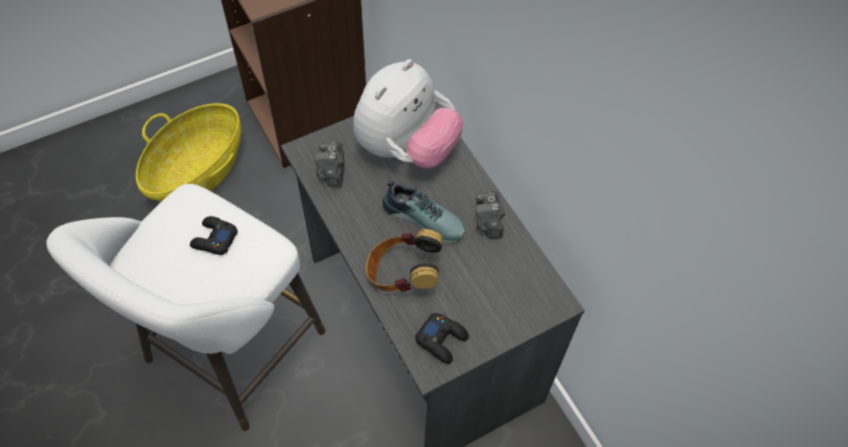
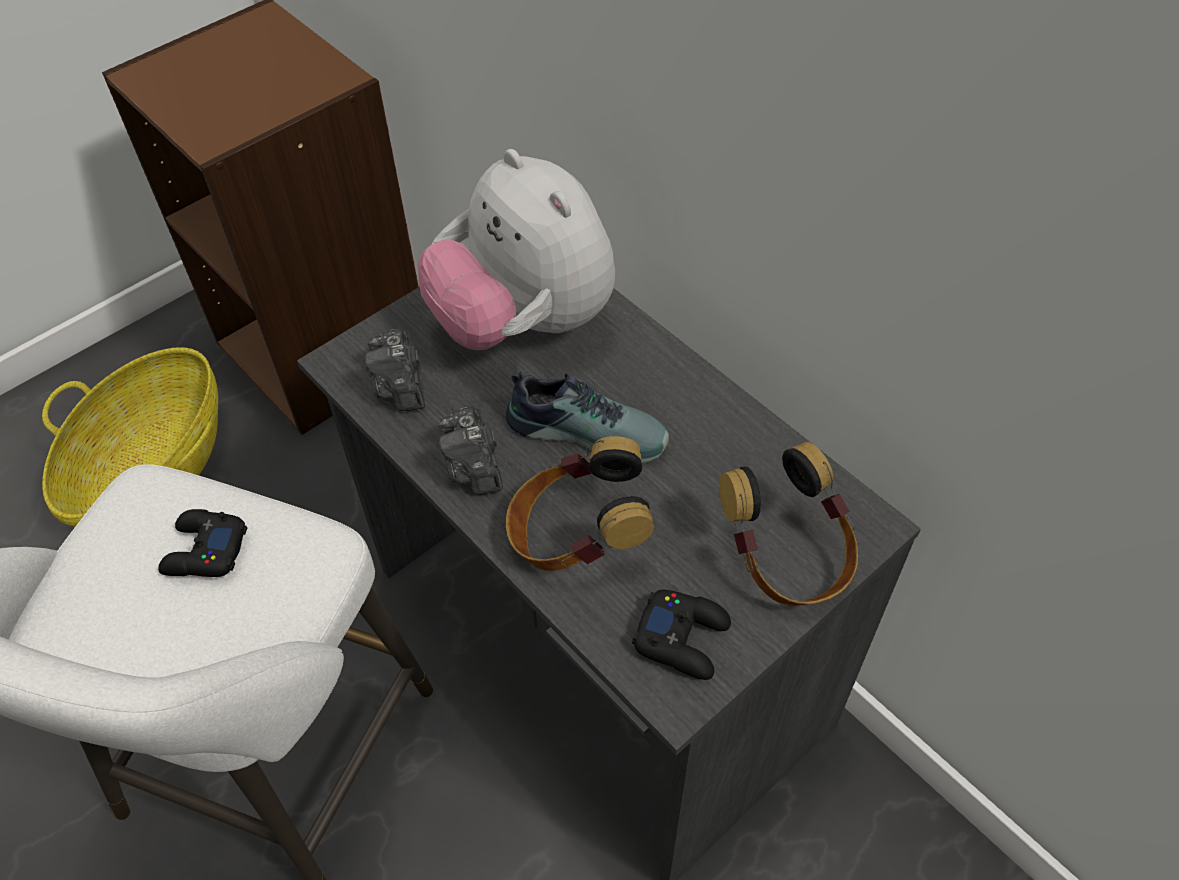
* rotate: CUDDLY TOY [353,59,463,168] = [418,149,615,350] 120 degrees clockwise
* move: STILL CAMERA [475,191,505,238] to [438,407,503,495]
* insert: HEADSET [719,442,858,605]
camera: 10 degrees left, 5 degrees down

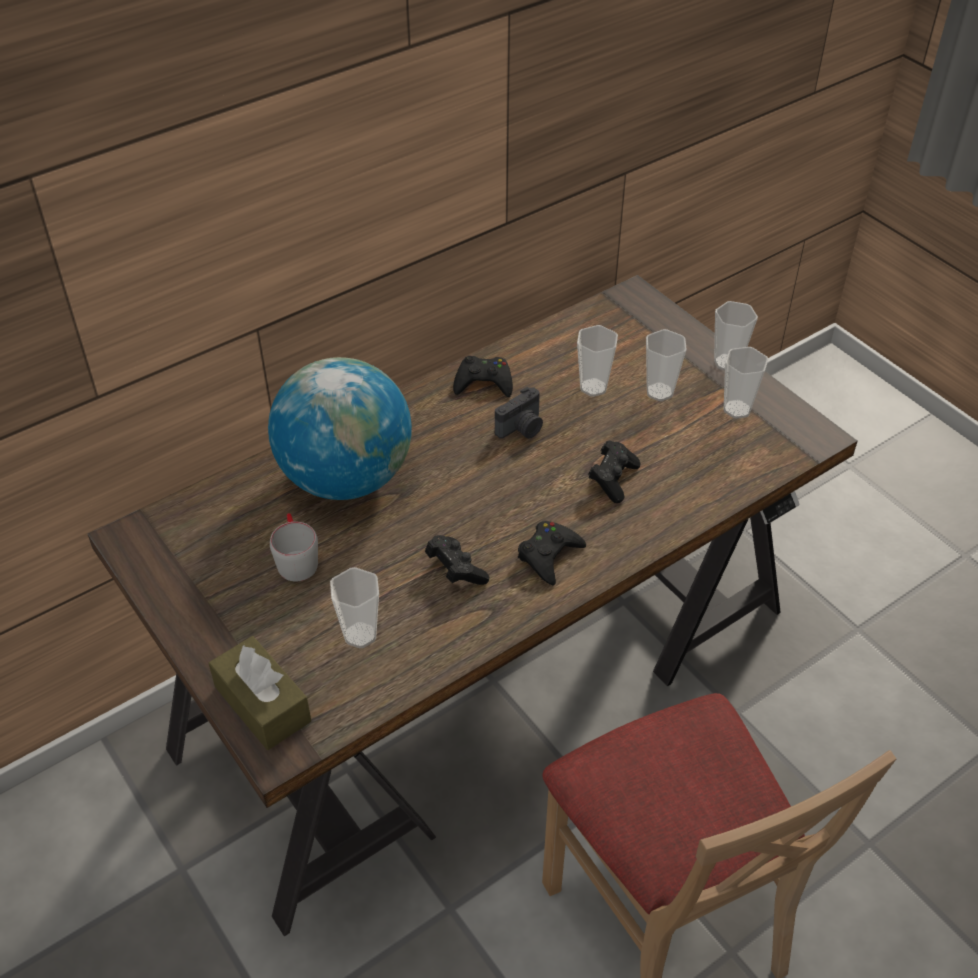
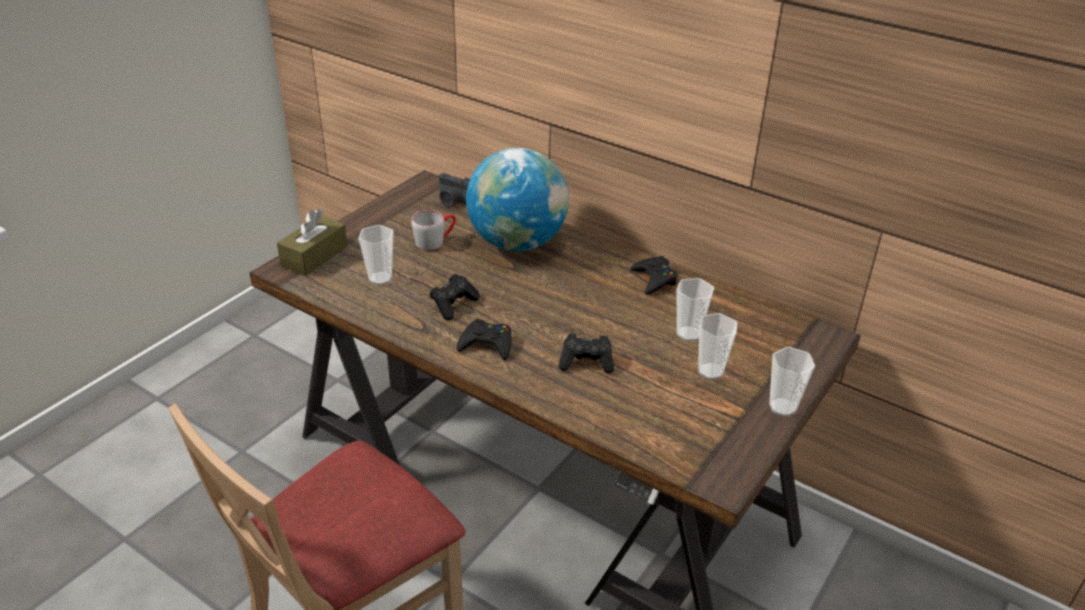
* move: STILL CAMERA [495,387,543,439] to [439,173,470,207]
* delete: CUP [724,347,768,419]
camera: 70 degrees right, 10 degrees down

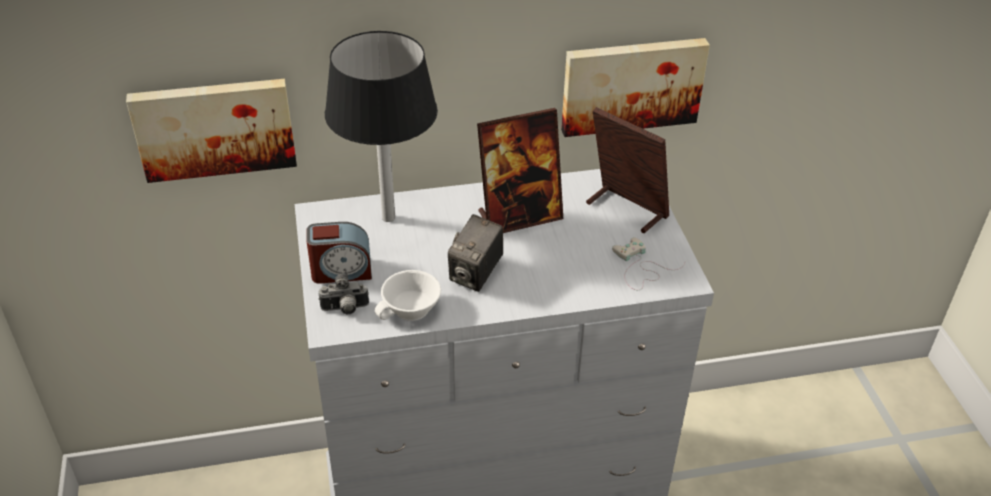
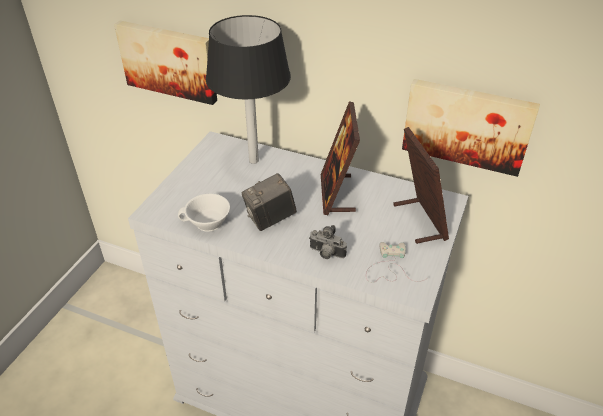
* move: STILL CAMERA [318,271,369,314] to [309,225,347,259]
* rotate: STANDING FRAME [477,108,563,233] = [321,101,360,215] 75 degrees clockwise
* delete: TABLE CLOCK [306,222,372,284]
camera: 35 degrees right, 0 degrees up

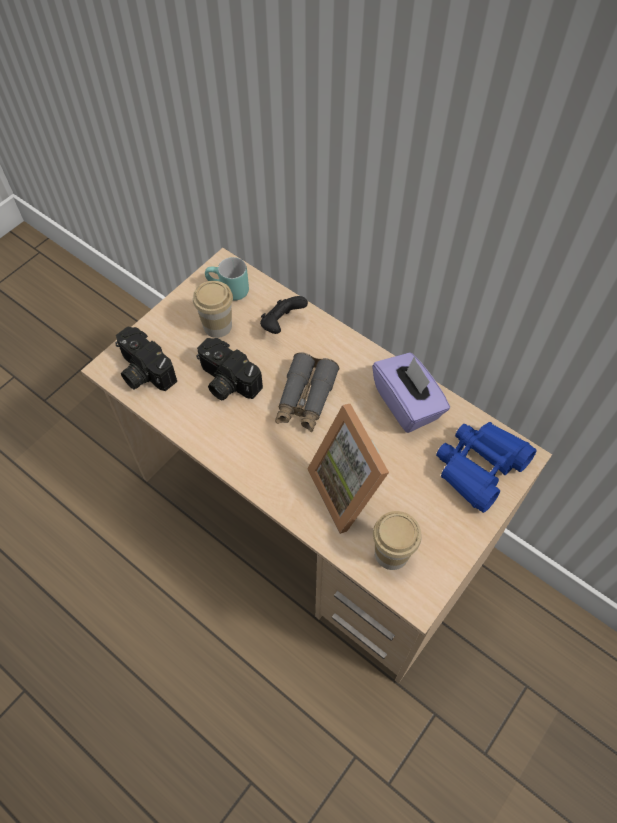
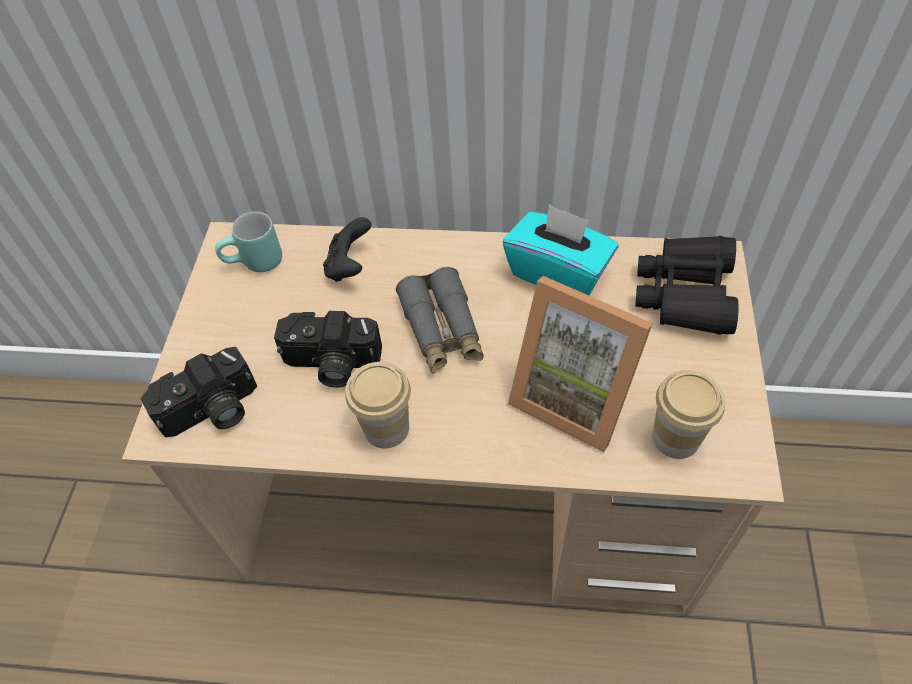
* rotate: STILL CAMERA [115,326,177,391] = [140,347,257,437] 45 degrees counterclockwise
* move: CUP [193,281,233,338] to [345,362,411,449]
* recolor: PURPLE-COLOURED TISSUE HOLDER [372,352,450,433] to BLUE-GREEN TISSUE HOLDER [503,204,618,295]
* recolor: BLUISH FIELD GLASSES [436,422,537,513] to BLACK-COLOURED FIELD GLASSES [636,236,739,335]
camera: 30 degrees left, 5 degrees down

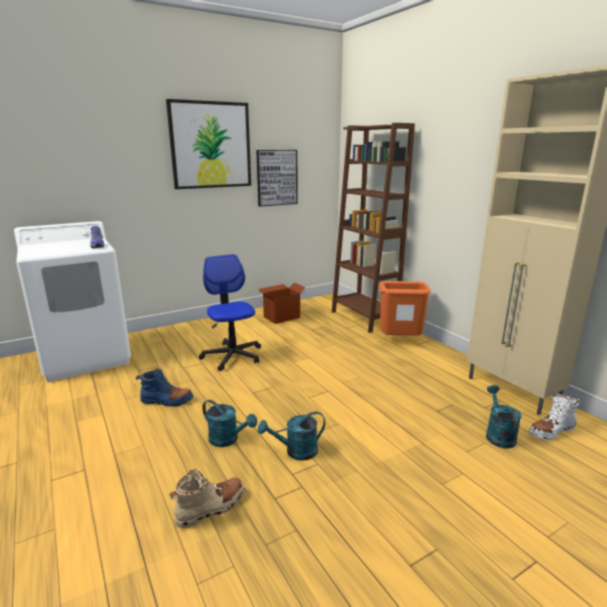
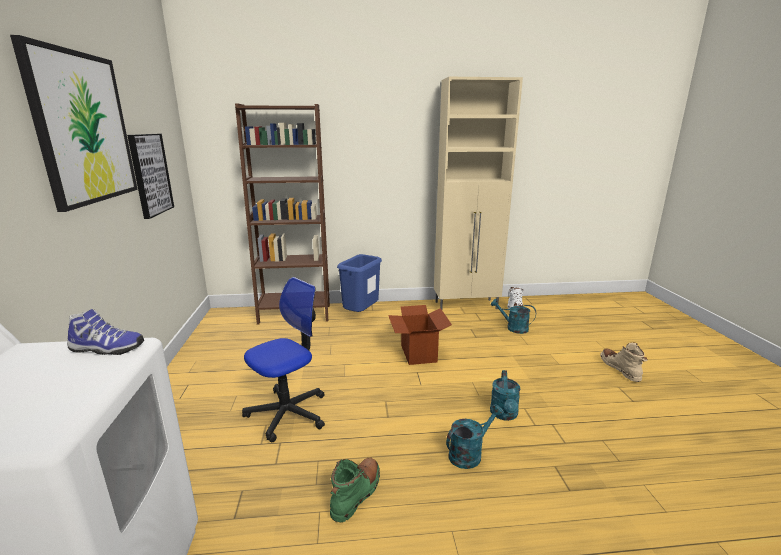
* rotate: COMPUTER CHAIR [199,254,261,371] = [242,277,325,442] 135 degrees clockwise
* recolor: BLUISH BOOT [136,368,193,407] to GREENISH BOOT [330,458,380,522]
* recolor: ORANGE-COLOURED RUBBISH BIN [379,281,431,336] to BLUISH RUBBISH BIN [337,254,382,312]
* move: PACKING BOX [258,282,306,324] to [388,305,452,365]
* move: BEIGE-COLOURED BOOT [169,469,245,529] to [600,342,648,382]
camera: 65 degrees left, 0 degrees up

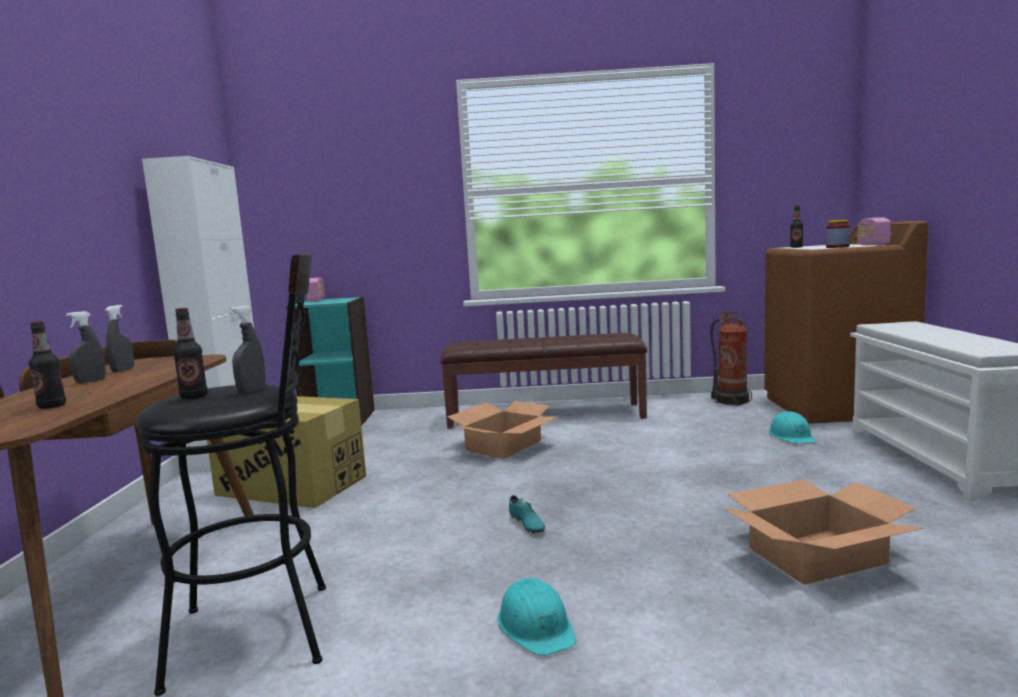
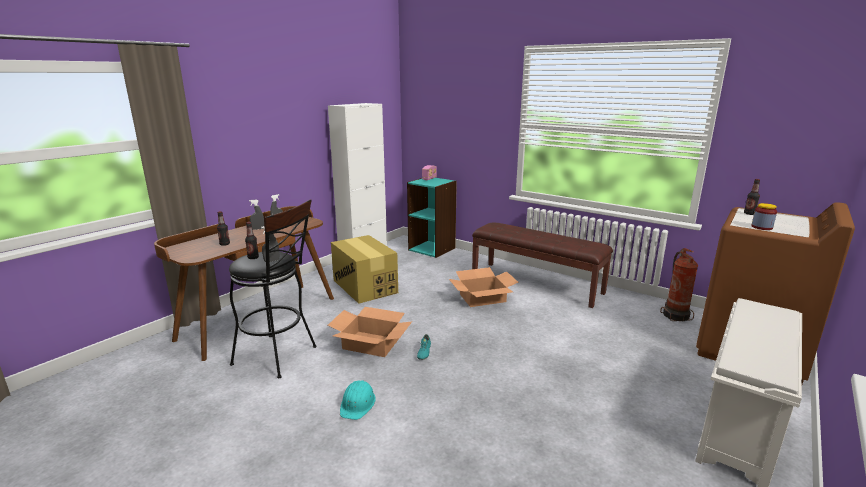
* move: PACKING BOX [723,479,924,585] to [328,307,412,357]
* delete: BLUE-GREEN HARD HAT [768,411,816,444]
* delete: RADIO SET [857,217,891,246]
camera: 35 degrees right, 10 degrees up

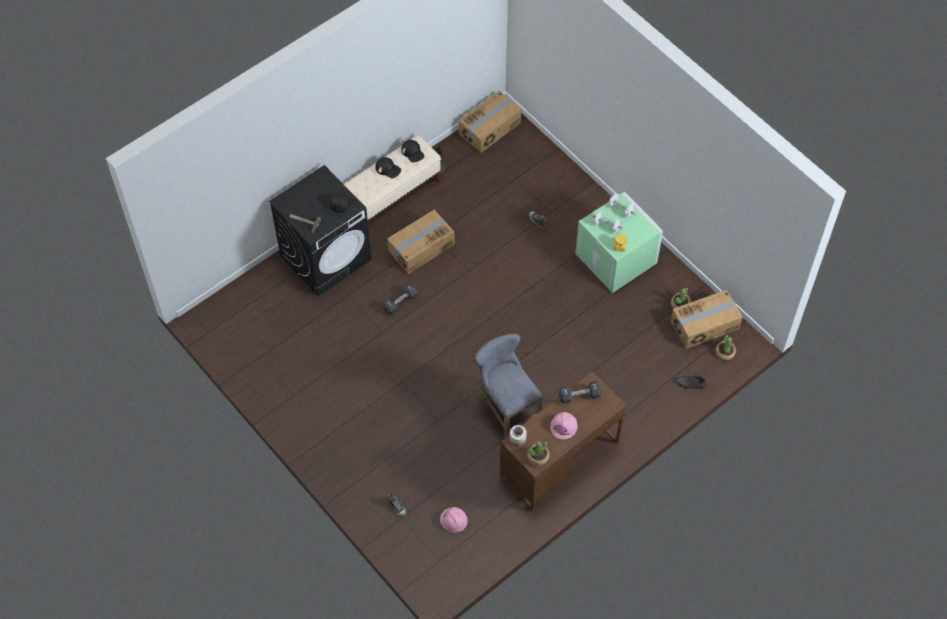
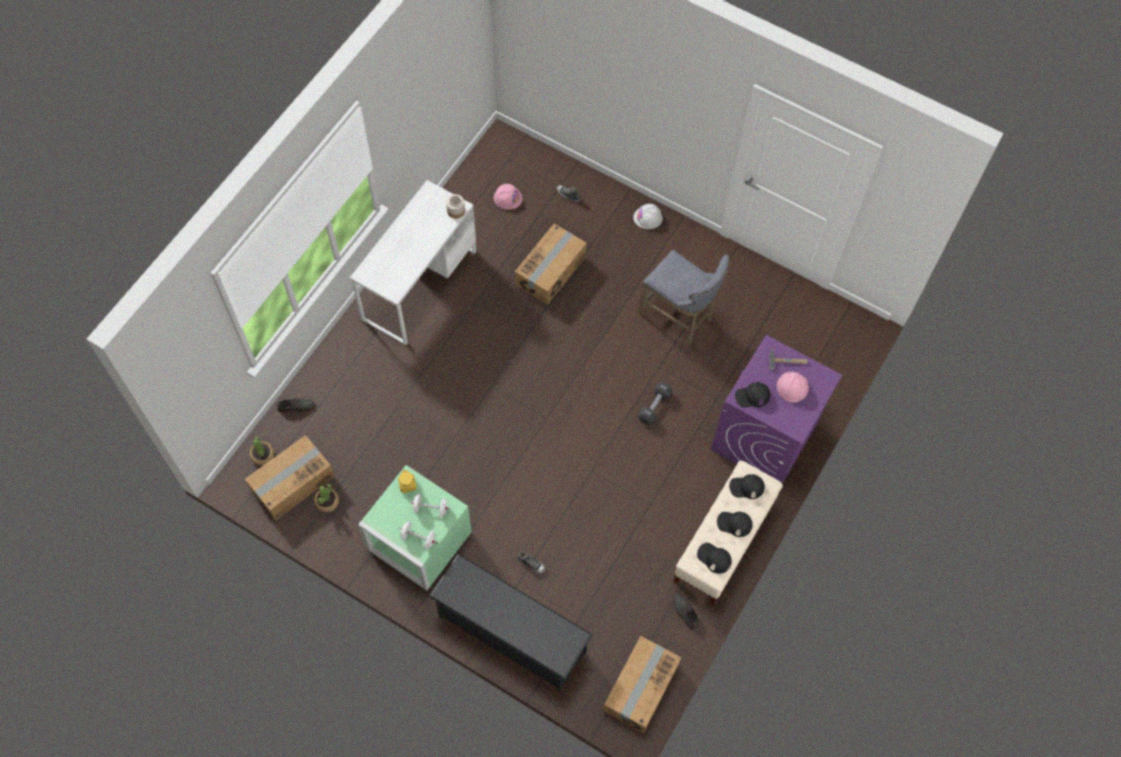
* recolor: BROWN-COLOURED DESK UNIT [500,371,627,511] to WHITE-COLOURED DESK UNIT [350,180,476,345]
* insert: BLACK-COLOURED SHOE RACK [429,554,593,692]
* move: PACKING BOX [387,210,454,274] to [515,224,587,305]
* insert: WHITE-COLOURED HARD HAT [633,204,663,229]
* move: GREYISH STOOL [474,333,543,439] to [638,250,730,345]
* recolor: BLACK-COLOURED WASHING MACHINE [269,165,372,297] to PURPLE-COLOURED WASHING MACHINE [711,335,842,483]
* insert: BLACK-COLOURED CAP [729,474,765,499]
* move: PINKISH HARD HAT [550,412,578,439] to [777,372,809,403]
* delete: PLANT IN A POT [527,442,549,466]
* delete: BLACK-COLOURED DUMBBELL [559,381,601,404]
camera: 160 degrees right, 5 degrees up

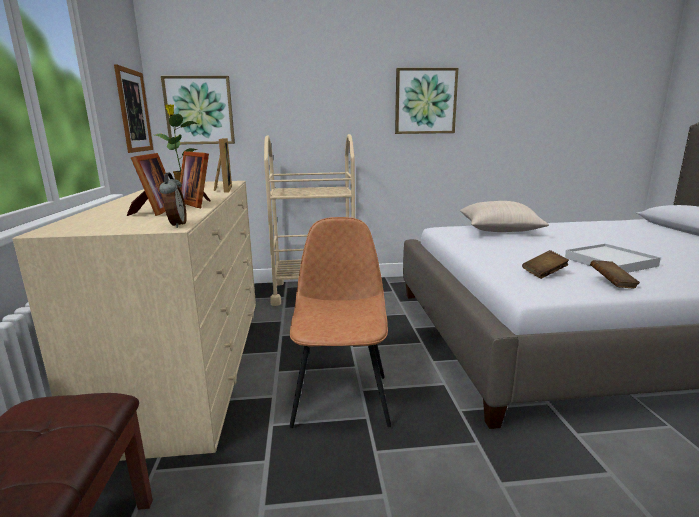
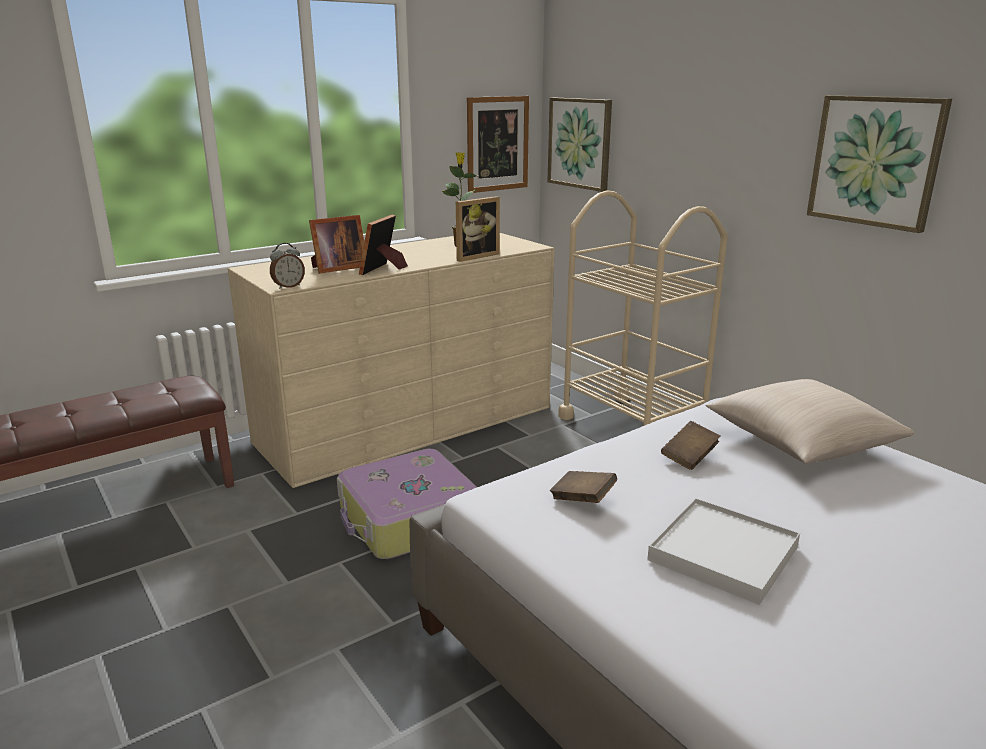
* replace: BROWN-COLOURED CHAIR [289,217,391,428] to SUITCASE [337,449,477,559]
* move: BROWN-COLOURED VOLUME [590,260,640,289] to [661,421,721,470]
camera: 60 degrees right, 5 degrees up

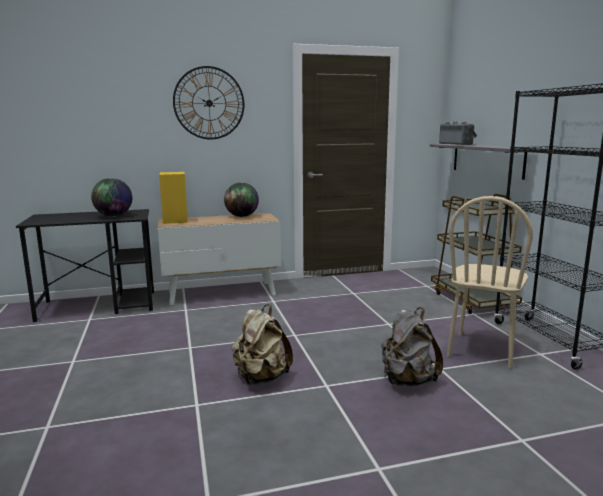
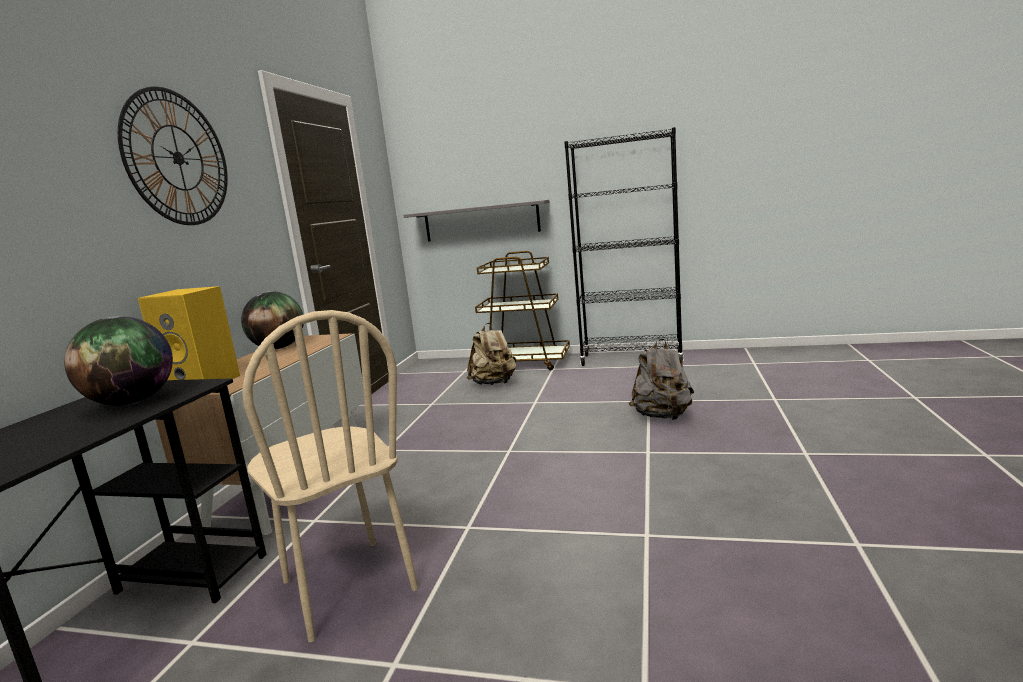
* move: BEIGE-COLOURED CHAIR [447,196,533,369] to [242,310,418,642]
* move: BEIGE-COLOURED KNAPSACK [232,304,293,385] to [467,323,517,385]
* delete: RADIO SET [439,122,477,145]
camera: 60 degrees left, 0 degrees up

